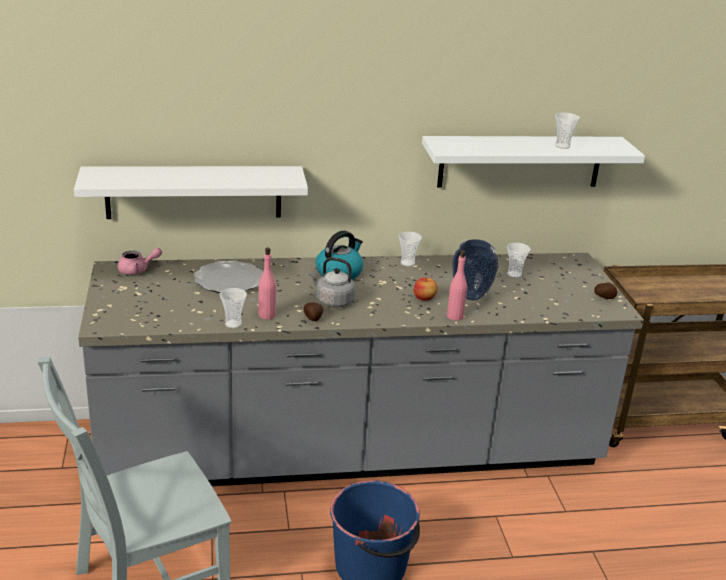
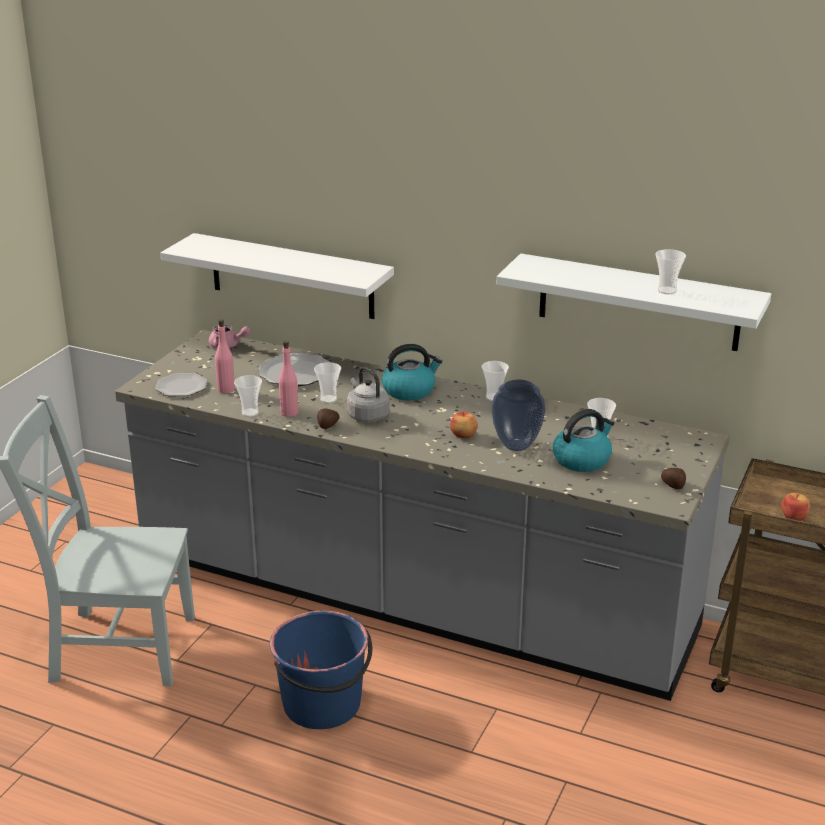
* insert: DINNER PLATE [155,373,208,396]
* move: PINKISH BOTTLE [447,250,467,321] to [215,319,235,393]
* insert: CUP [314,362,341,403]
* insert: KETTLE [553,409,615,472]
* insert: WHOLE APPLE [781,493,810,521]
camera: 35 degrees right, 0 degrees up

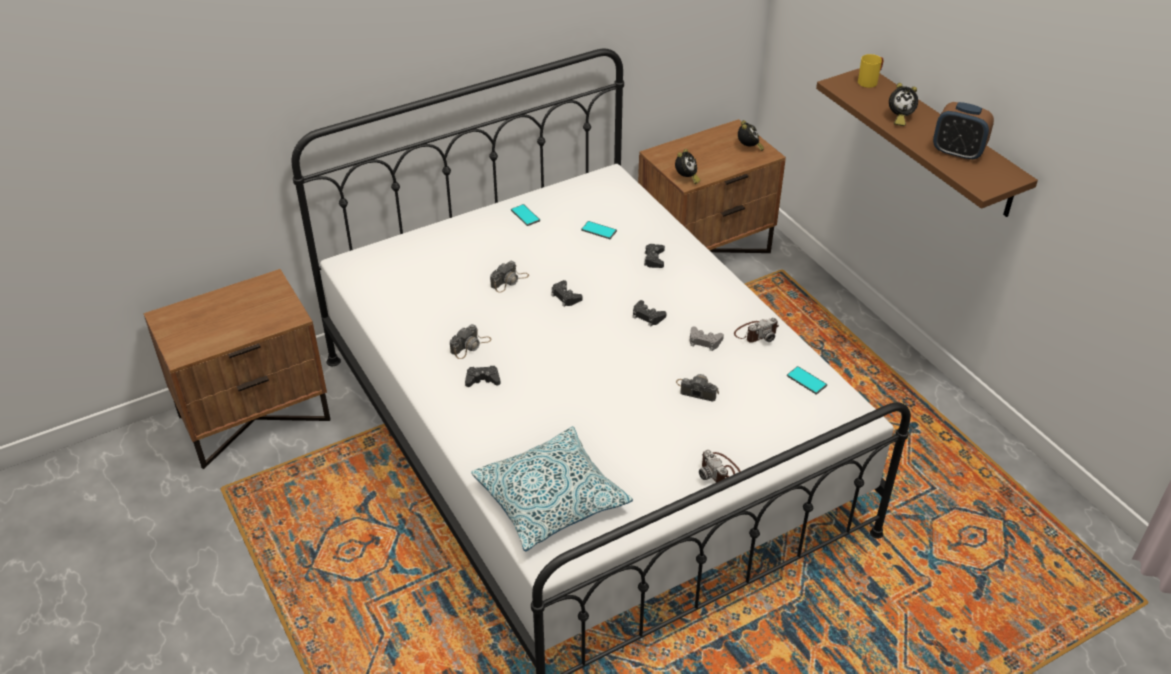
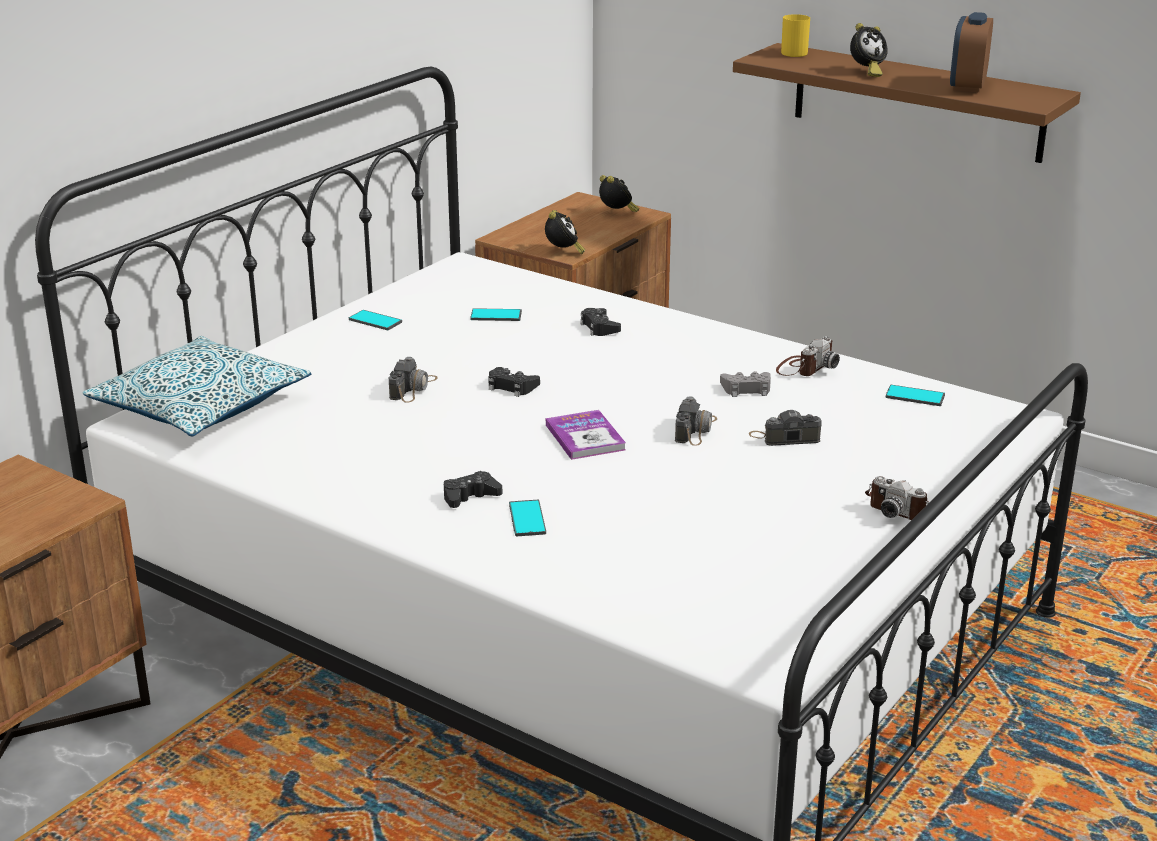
* move: PILLOW [471,426,633,551] to [82,336,311,437]
* insert: HANDSET [509,500,546,536]
* insert: VOLUME [546,410,626,460]
* move: STILL CAMERA [450,324,492,359] to [675,396,717,446]
* rotate: TABLE CLOCK [933,102,994,161] = [950,12,993,92] 105 degrees clockwise
* delete: BLACK-COLOURED GAMEPAD [633,300,666,326]
camera: 25 degrees left, 15 degrees down

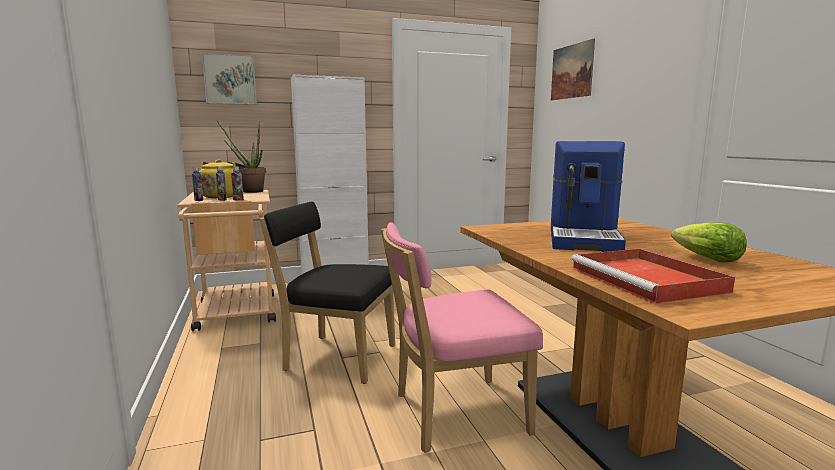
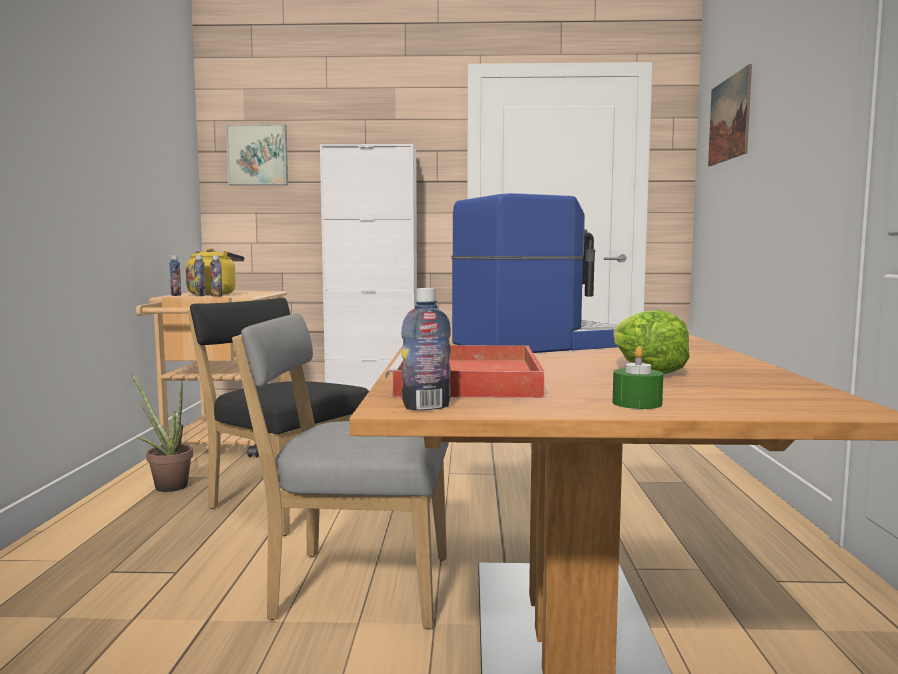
* move: PLANT IN A POT [217,121,266,193] to [130,371,193,492]
* recolor: PINKISH CHAIR [381,222,543,453] to GREYISH CHAIR [232,313,449,629]
* insert: BOTTLE [401,288,451,410]
* rotate: COFFEE BREWER [551,141,626,252] = [451,193,618,353] 150 degrees counterclockwise
* insert: GREENISH WAX CANDLE [612,346,663,409]
camera: 20 degrees right, 5 degrees down

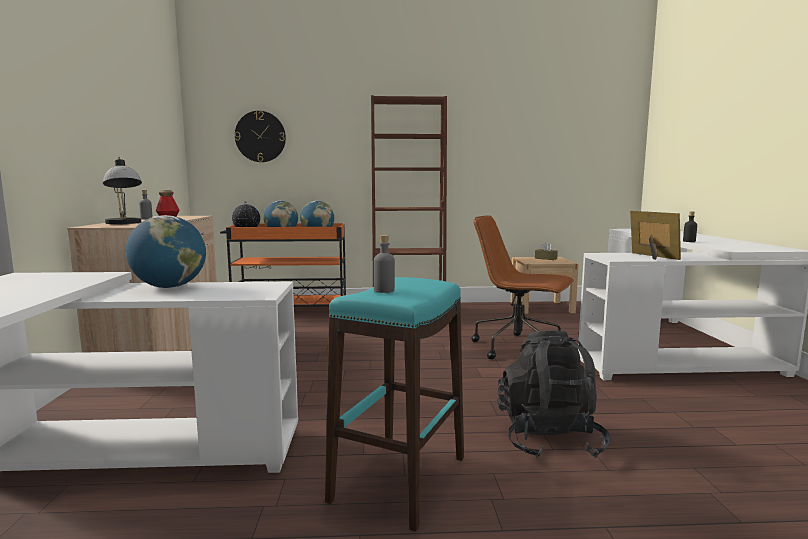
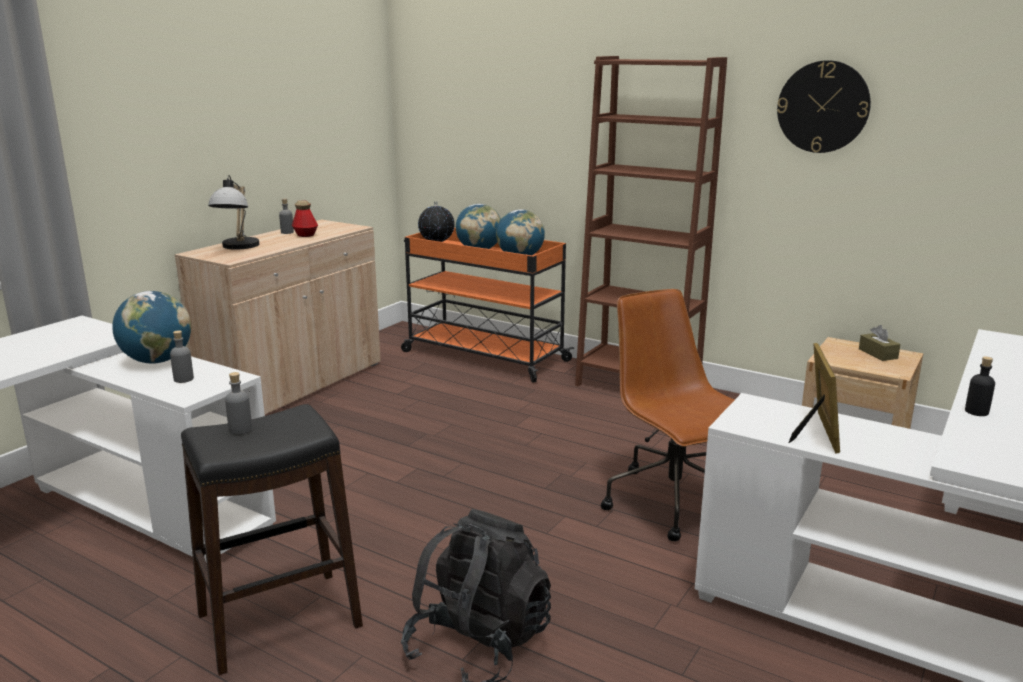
* insert: GREYISH BOTTLE [170,330,194,383]
* recolor: BLUE-GREEN STOOL [325,277,464,532] to BLACK-COLOURED STOOL [181,404,363,675]
* move: CLOCK ON THE WALL [235,111,286,162] to [777,60,871,153]
camera: 35 degrees right, 10 degrees up

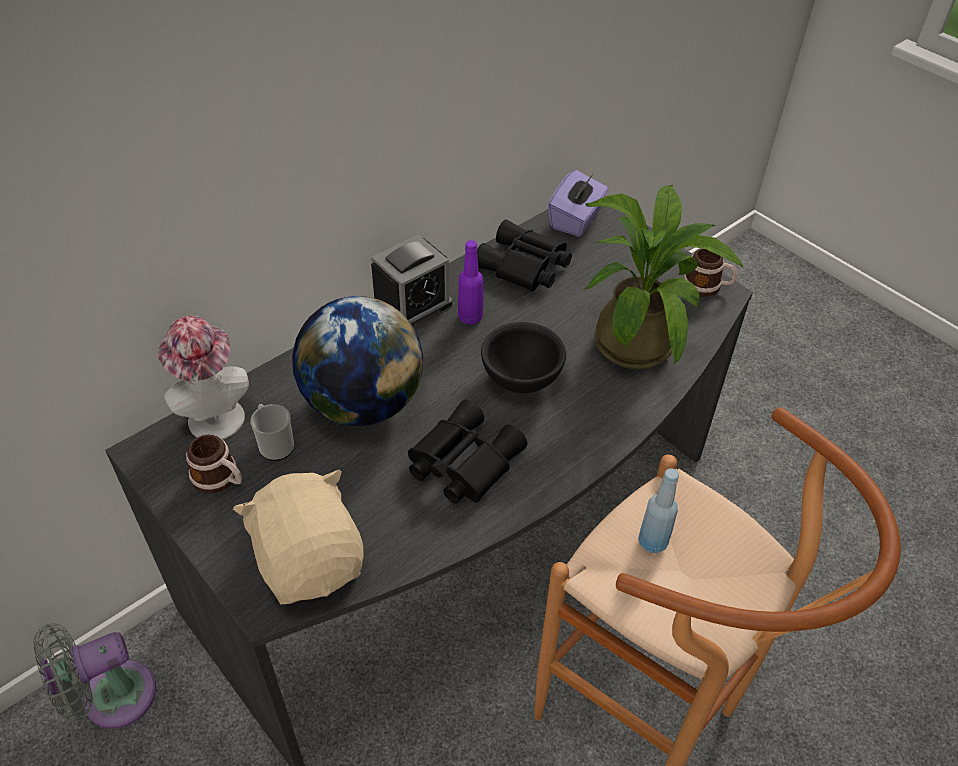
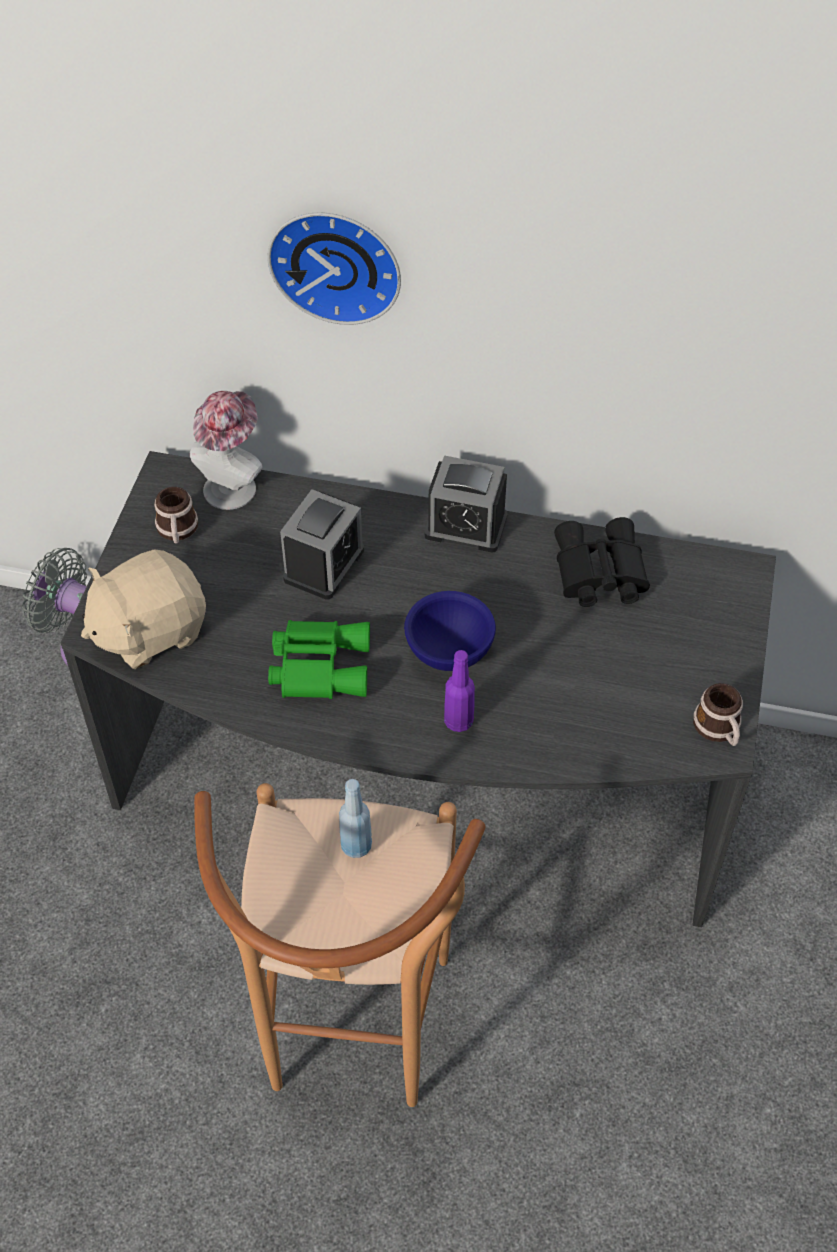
* rotate: BEIGE-COLOURED CUDDLY TOY [233,470,364,604] = [81,549,206,669] 150 degrees counterclockwise
* insert: CLOCK ON THE WALL [267,212,401,325]
* recolor: BLACK-COLOURED FIELD GLASSES [408,400,527,504] to GREENISH FIELD GLASSES [268,620,370,699]
* replace: GLOBE [292,296,423,426] to TABLE CLOCK [280,489,364,600]
* recolor: BLACK-COLOURED DEEP DISH [481,322,566,393] to BLUISH DEEP DISH [404,591,496,671]
* move: PURPLE-COLOURED BOTTLE [458,240,483,324] to [444,650,475,732]
* delete: TEA MUG [250,404,294,461]
* delete: PURPLE-COLOURED TISSUE HOLDER [548,170,608,237]
* delete: PLANT IN A POT [583,185,744,369]
camera: 55 degrees right, 5 degrees up

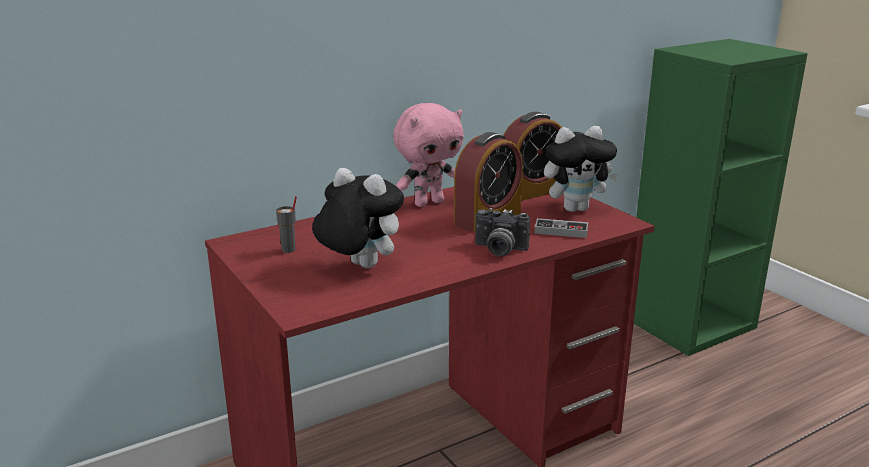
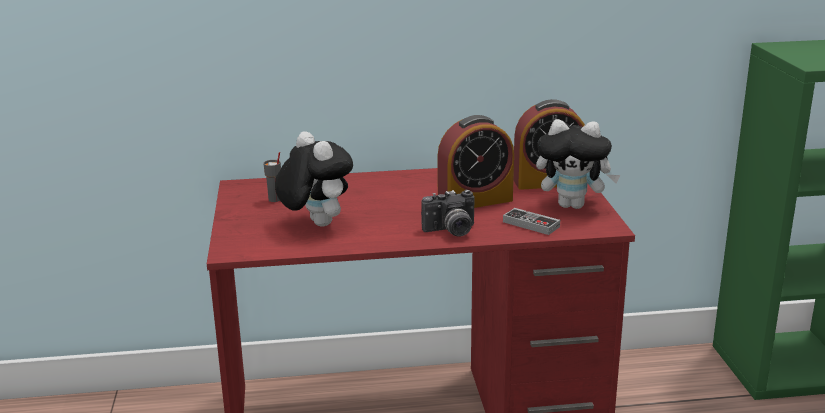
* rotate: STILL CAMERA [475,208,530,256] = [421,189,474,237] 60 degrees counterclockwise
* delete: PINKISH CUDDLY TOY [393,103,464,207]
camera: 25 degrees right, 0 degrees up

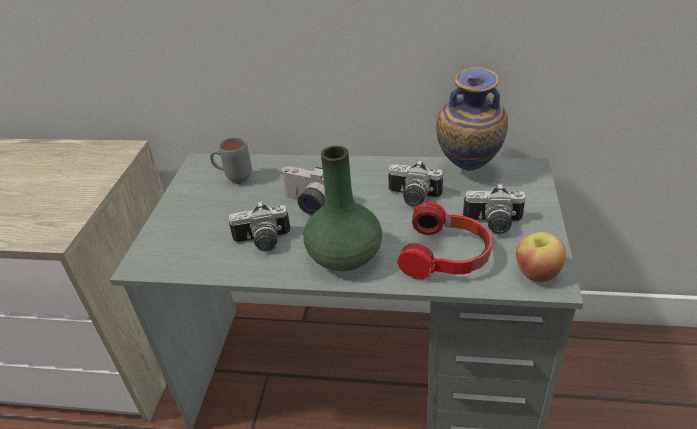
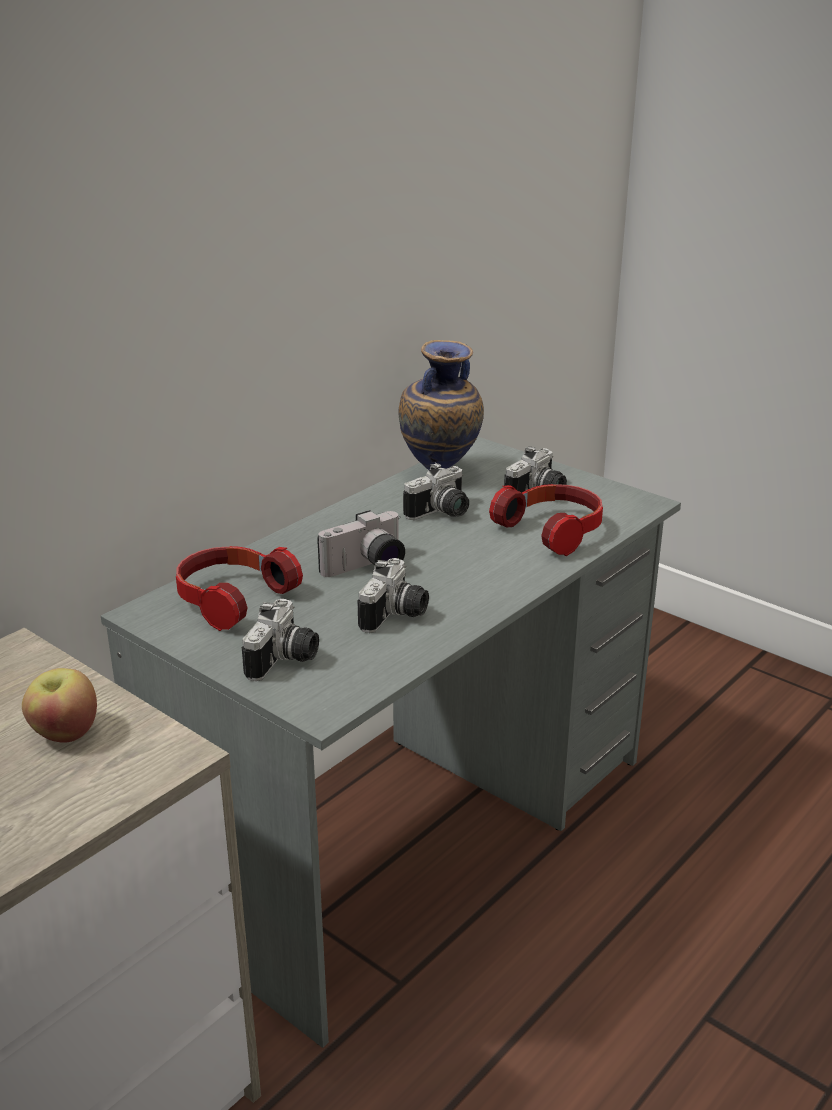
* move: WHOLE APPLE [516,232,566,282] to [22,668,97,742]
* replace: GREYISH TEA MUG [210,137,252,184] to HEADSET [176,546,303,631]
* insert: STILL CAMERA [242,599,319,681]
* delete: GREENISH VASE [303,146,382,271]
camera: 60 degrees left, 10 degrees down

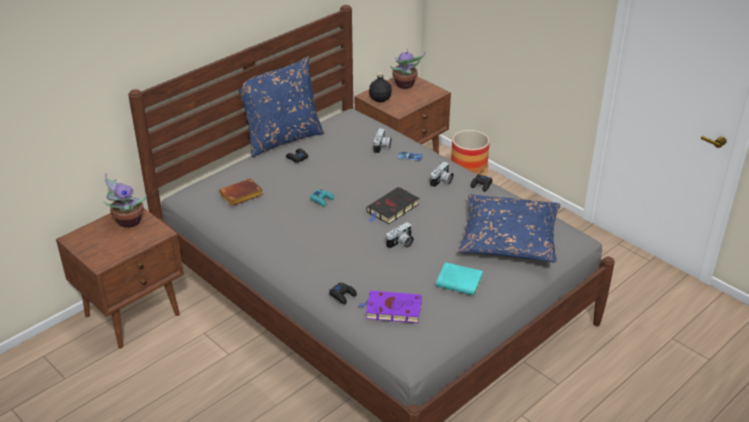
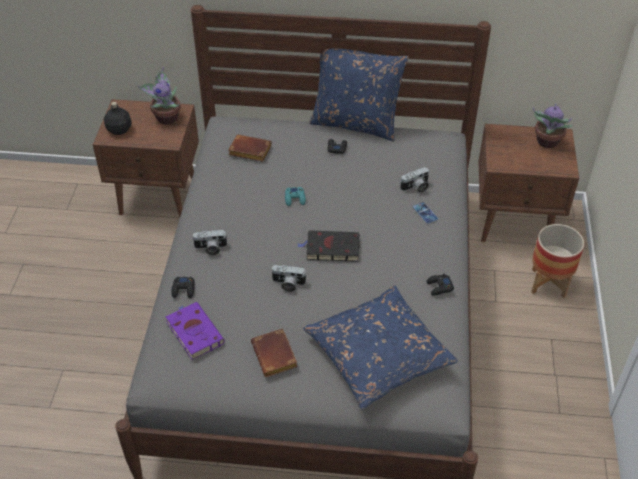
* move: BLACK-COLOURED BOTTLE [369,72,392,102] to [104,102,132,135]
* move: STILL CAMERA [430,162,454,187] to [192,230,227,255]
* recolor: BLUE-GREEN VOLUME [436,262,483,296] to BROWN-COLOURED VOLUME [251,328,298,377]
camera: 50 degrees right, 10 degrees up

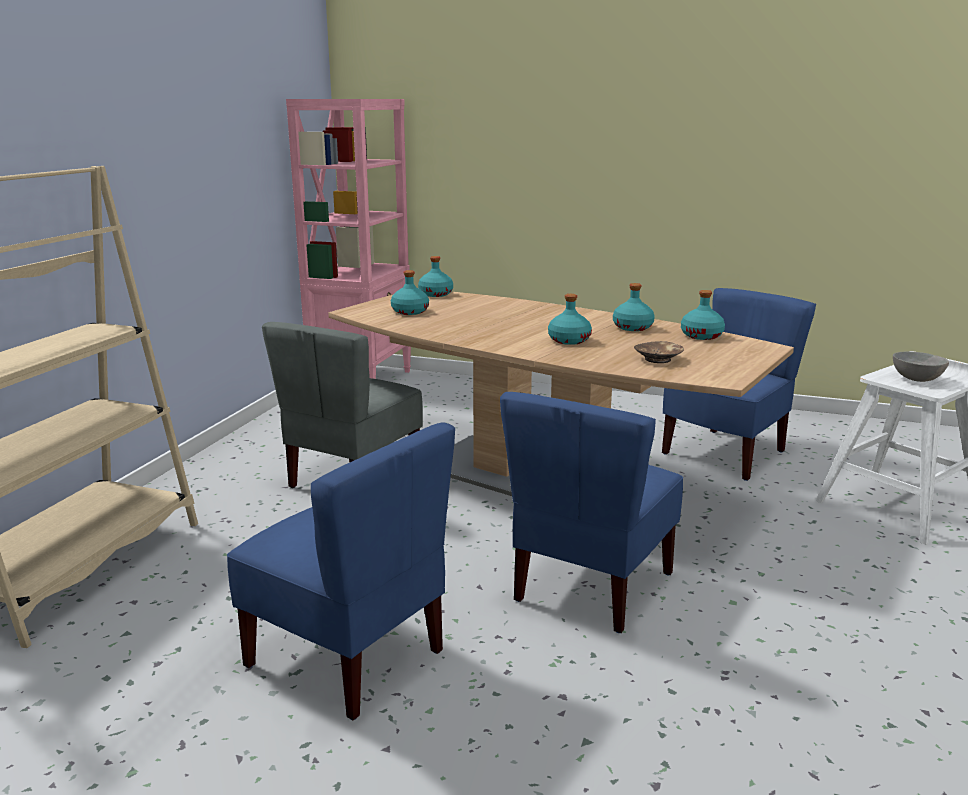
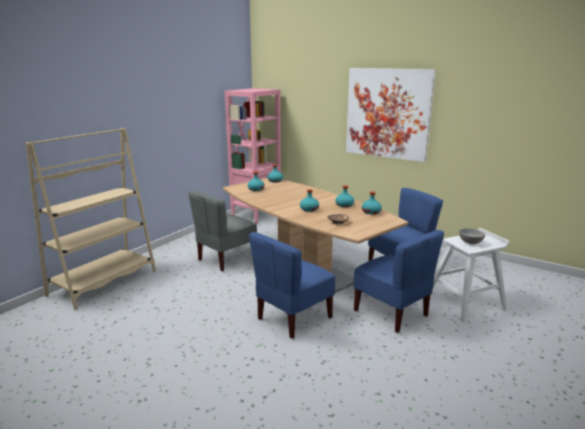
* insert: WALL ART [346,68,436,162]
* move: BLUISH CHAIR [227,422,455,720] to [354,230,444,333]
camera: 15 degrees right, 0 degrees up

